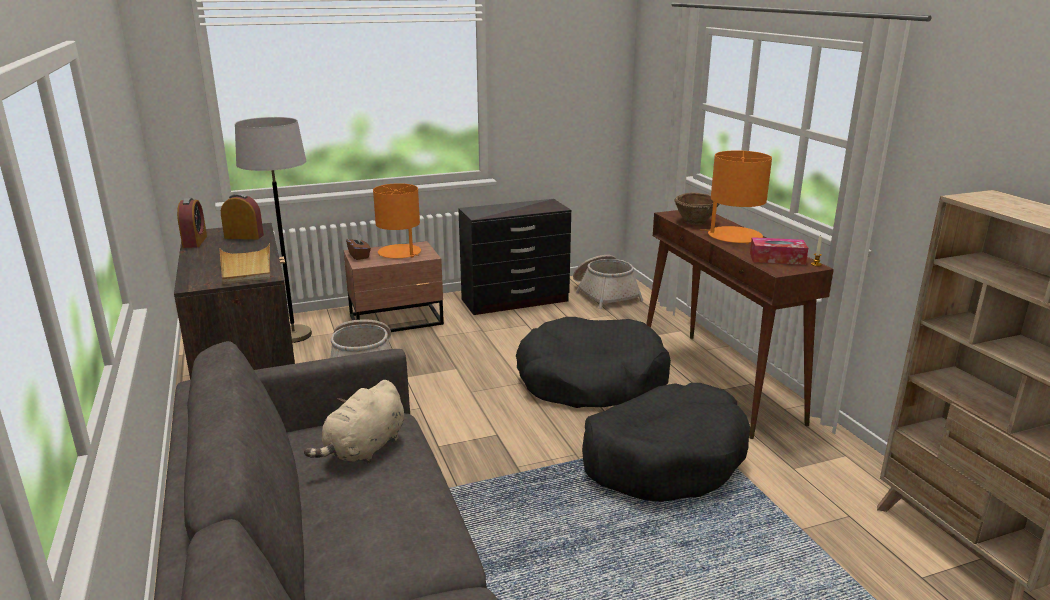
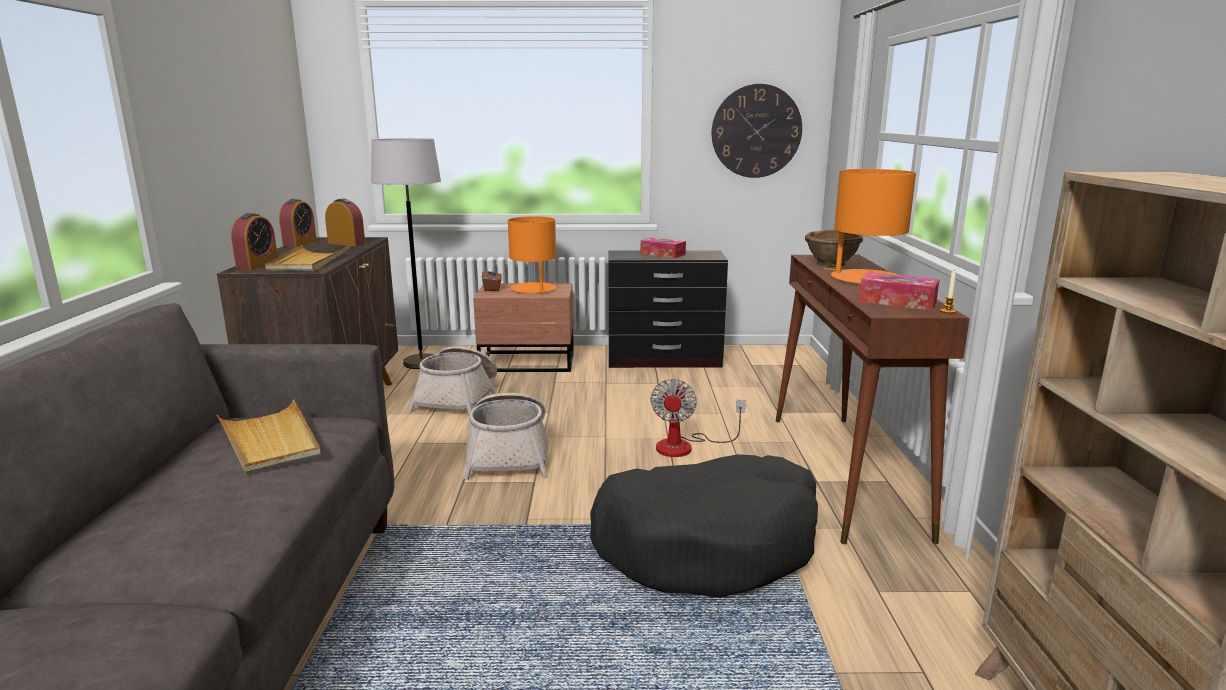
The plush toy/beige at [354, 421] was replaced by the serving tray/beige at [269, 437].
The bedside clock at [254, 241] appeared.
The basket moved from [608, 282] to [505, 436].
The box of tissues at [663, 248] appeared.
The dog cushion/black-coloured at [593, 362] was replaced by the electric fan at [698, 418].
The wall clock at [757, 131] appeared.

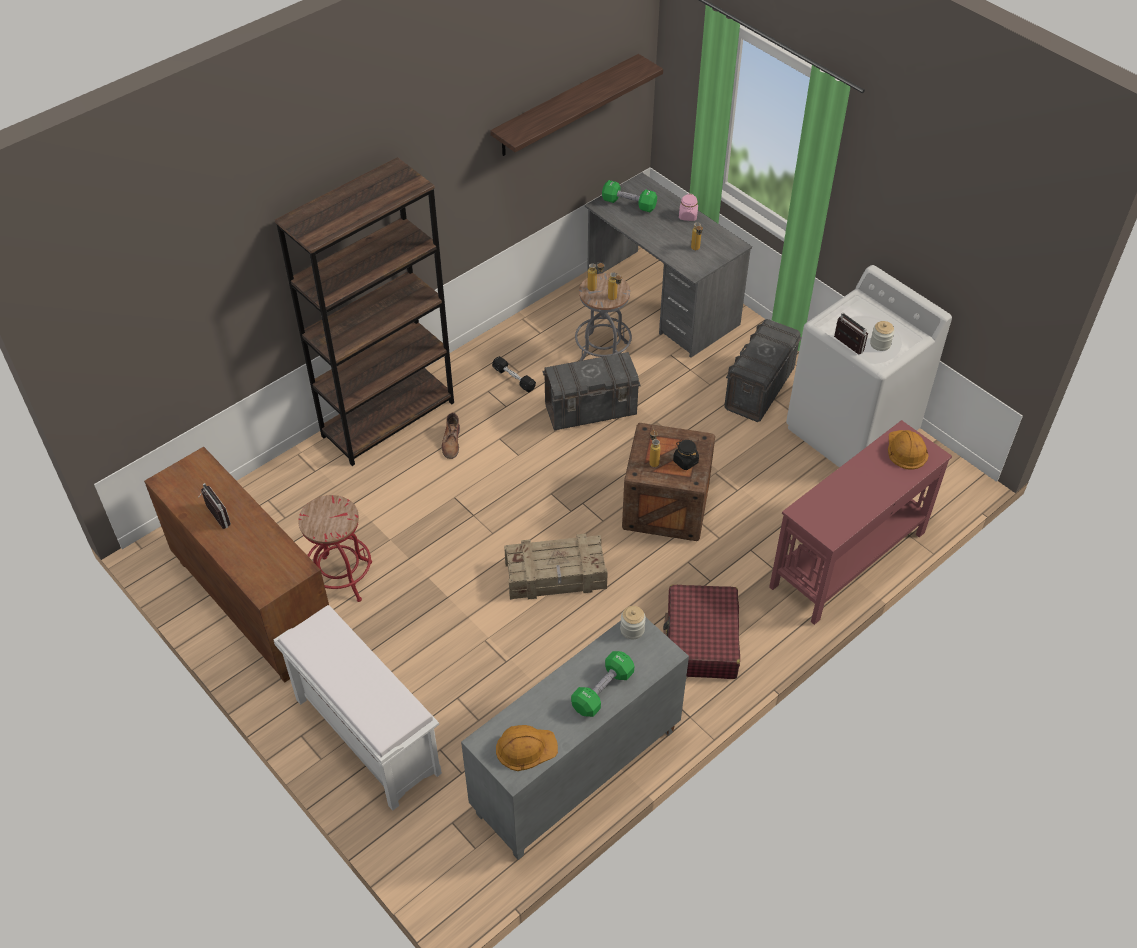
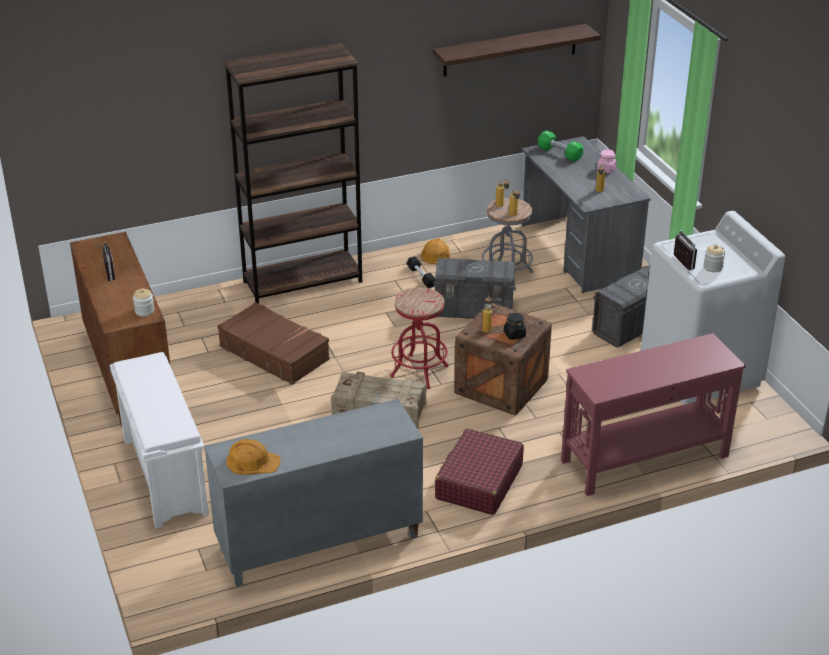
The preserve jar moved from [633, 622] to [144, 302].
The piece of luggage/brownish at [273, 343] appeared.
The sitting stool/red moved from [335, 548] to [419, 338].
The safety helmet/orangey moved from [908, 450] to [435, 251].
The tall boot/brownish at [451, 436] disappeared.
The free weight/green-coloured at [602, 684] disappeared.

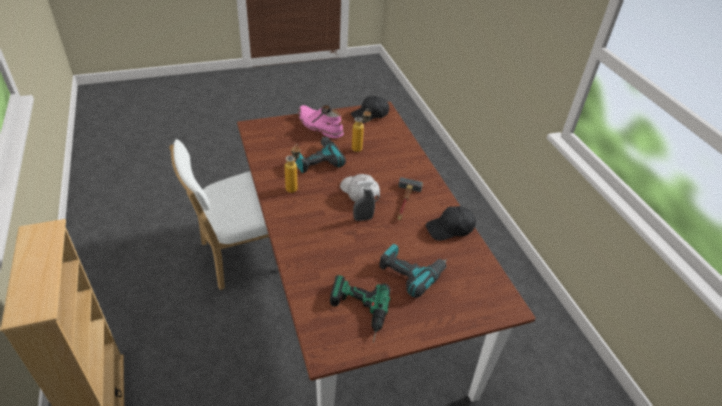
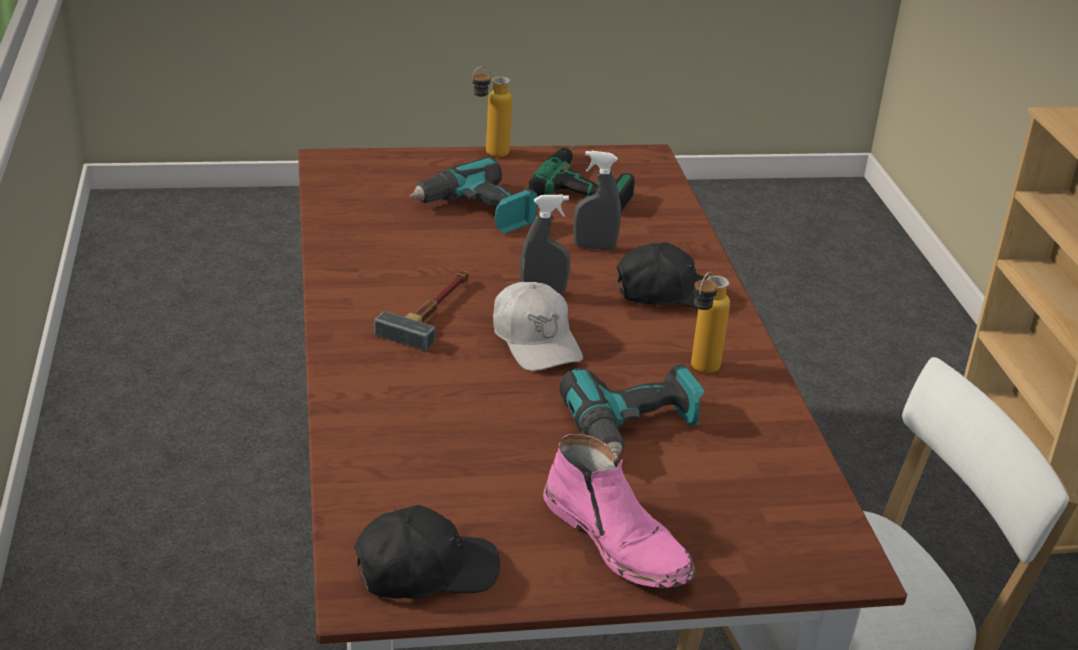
The drink bottle moved from [361, 130] to [492, 111].
The spray bottle/gray at [597, 201] appeared.
The peaked cap/black-coloured moved from [451, 223] to [662, 275].

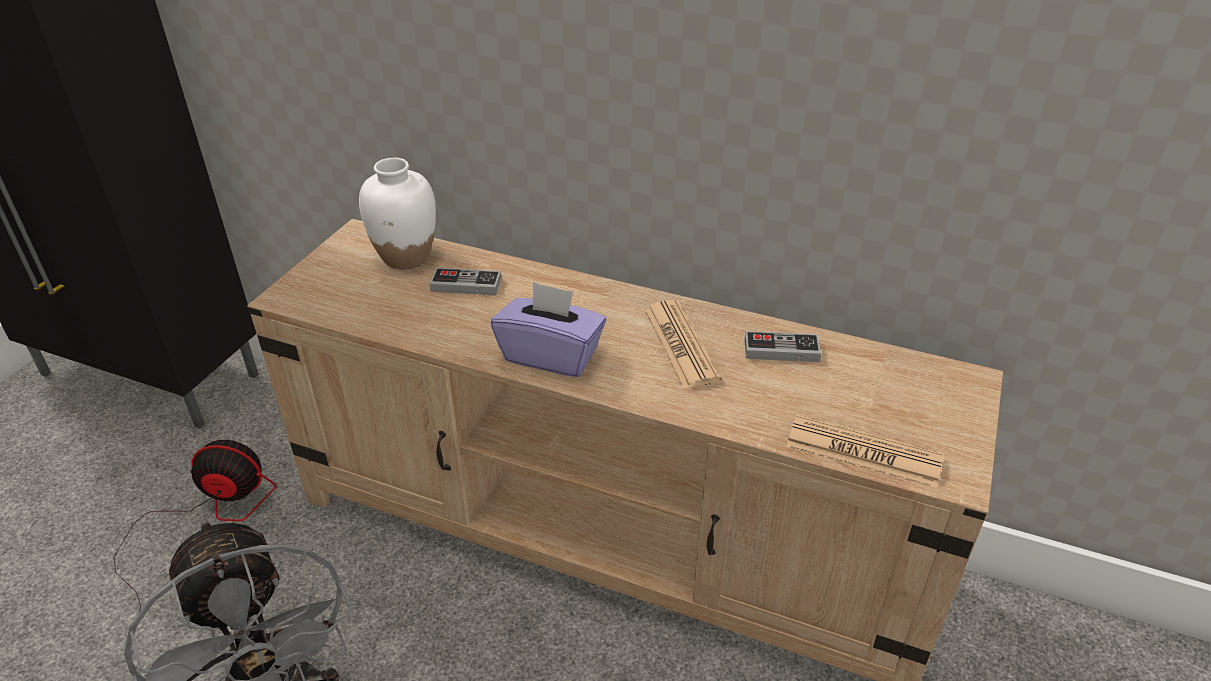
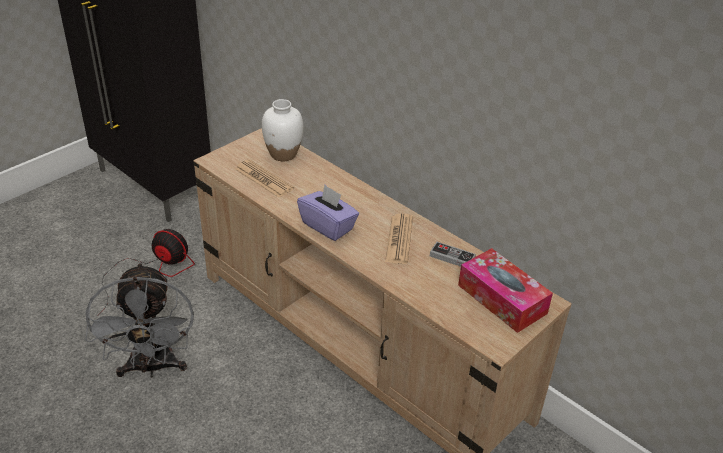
The newspaper moved from [864, 451] to [264, 178].
The box of tissues at [505, 290] appeared.
The gamepad at [465, 281] disappeared.

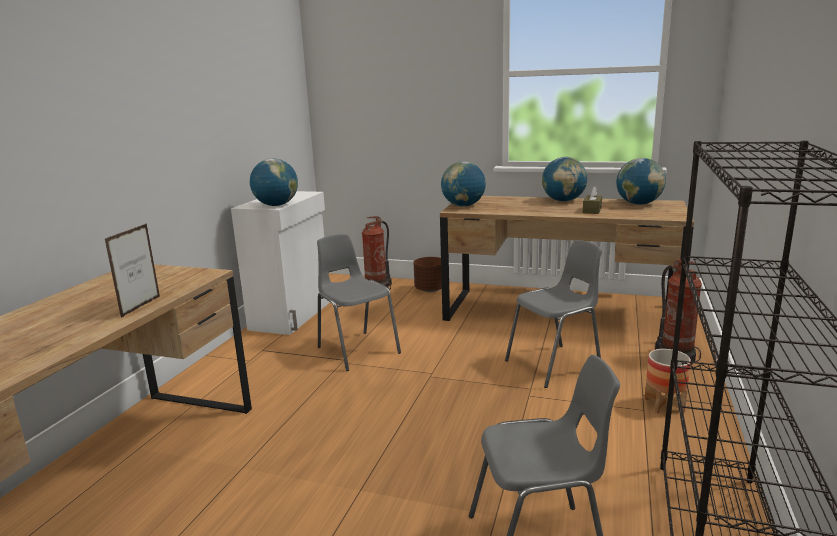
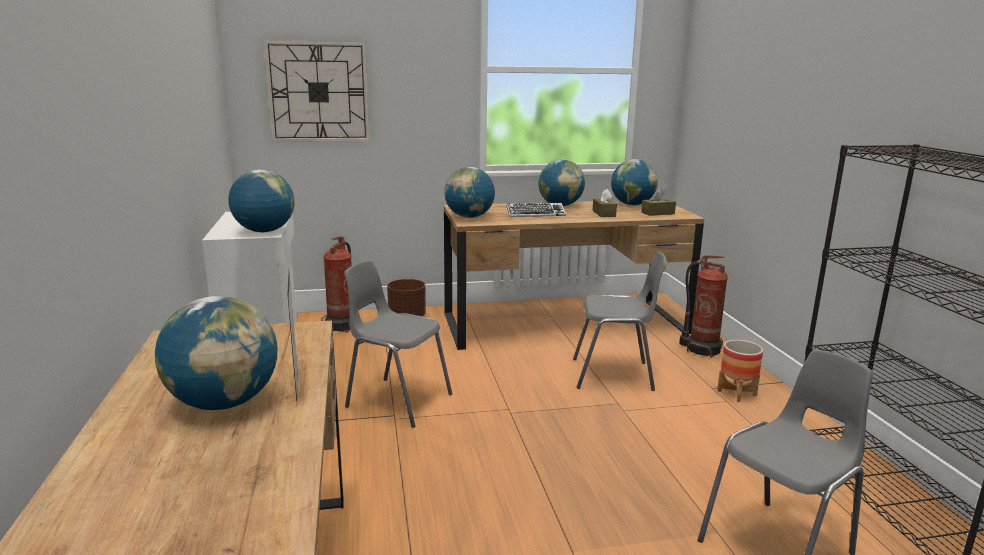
The desk globe at [216, 353] appeared.
The wall clock at [316, 91] appeared.
The keyboard at [536, 210] appeared.
The plain chair/gray at [553, 314] turned 60 degrees clockwise.
The box of tissues/brownish at [658, 202] appeared.

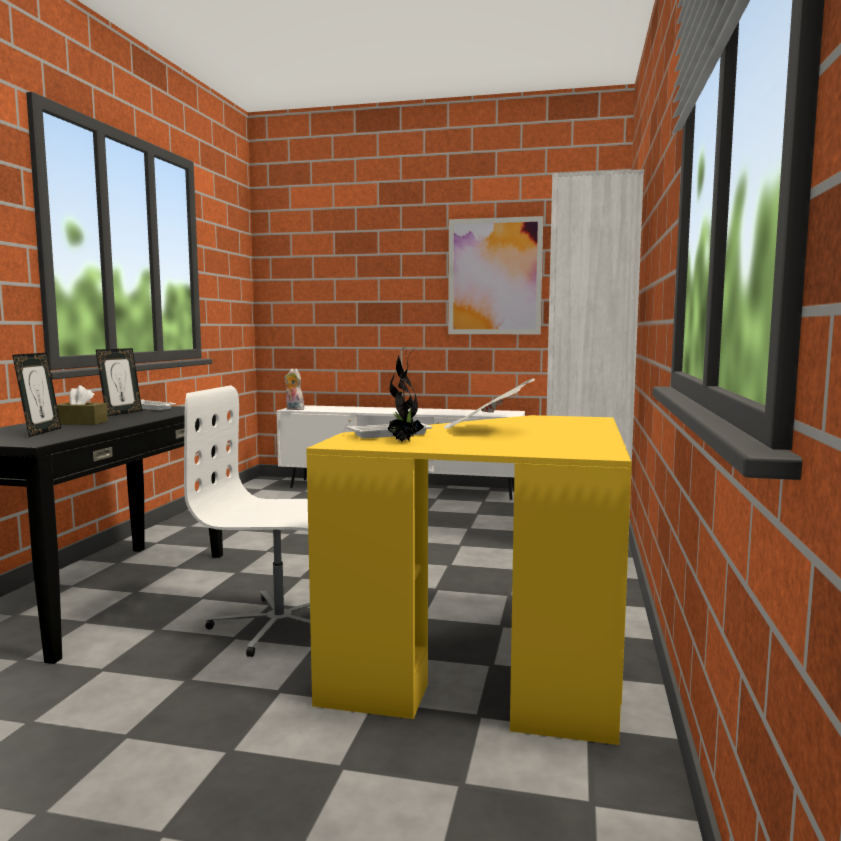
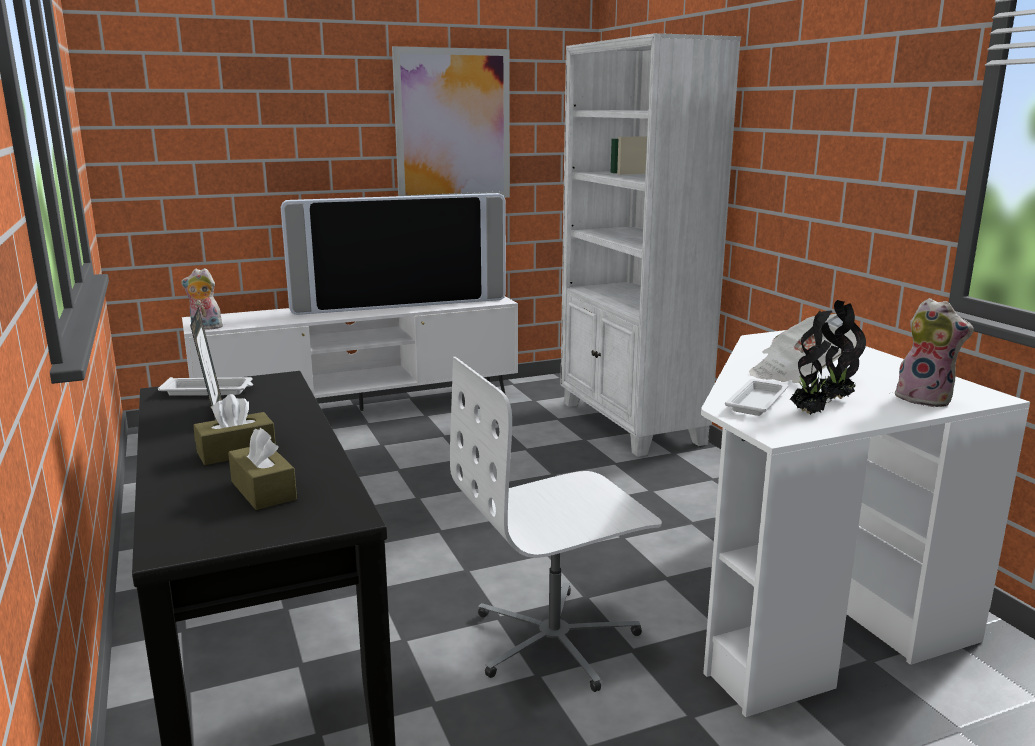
The standing frame at [36, 395] was replaced by the box of tissues/brownish at [262, 469].
The TV set at [393, 254] appeared.
The desk/yellow at [469, 580] became the desk/whitish at [865, 523].
The plant in a pot at [843, 350] appeared.
The plush toy at [934, 352] appeared.

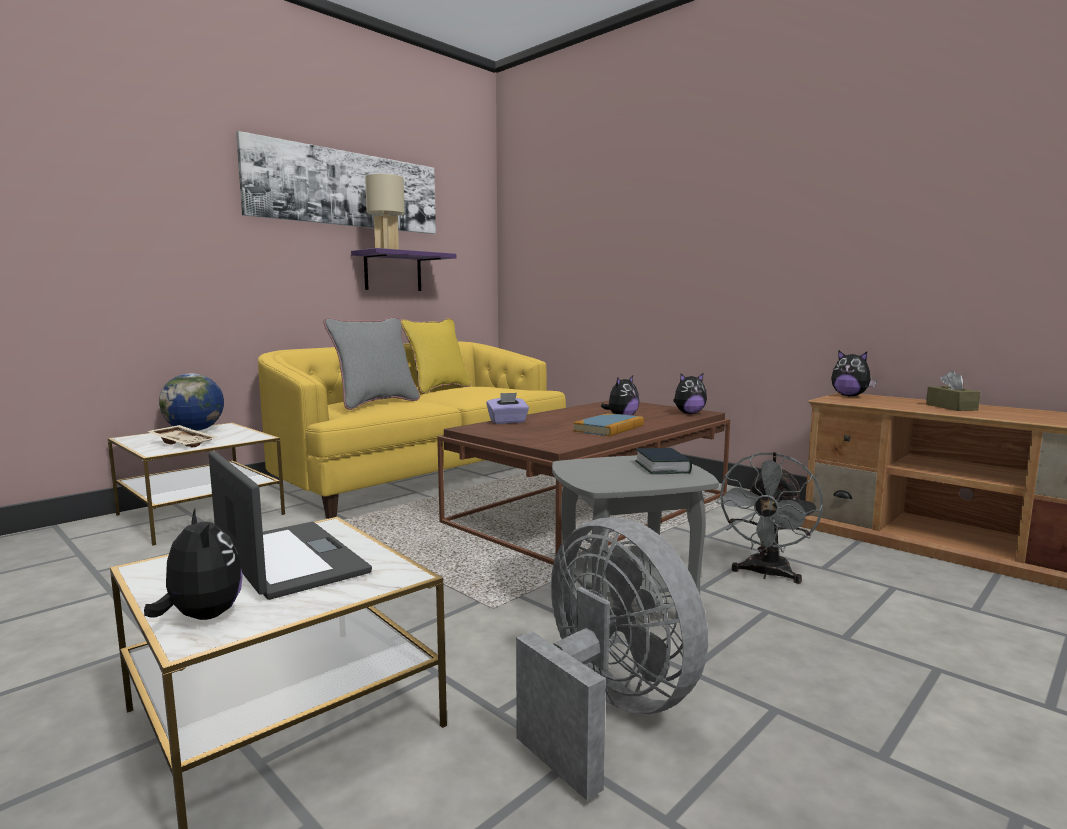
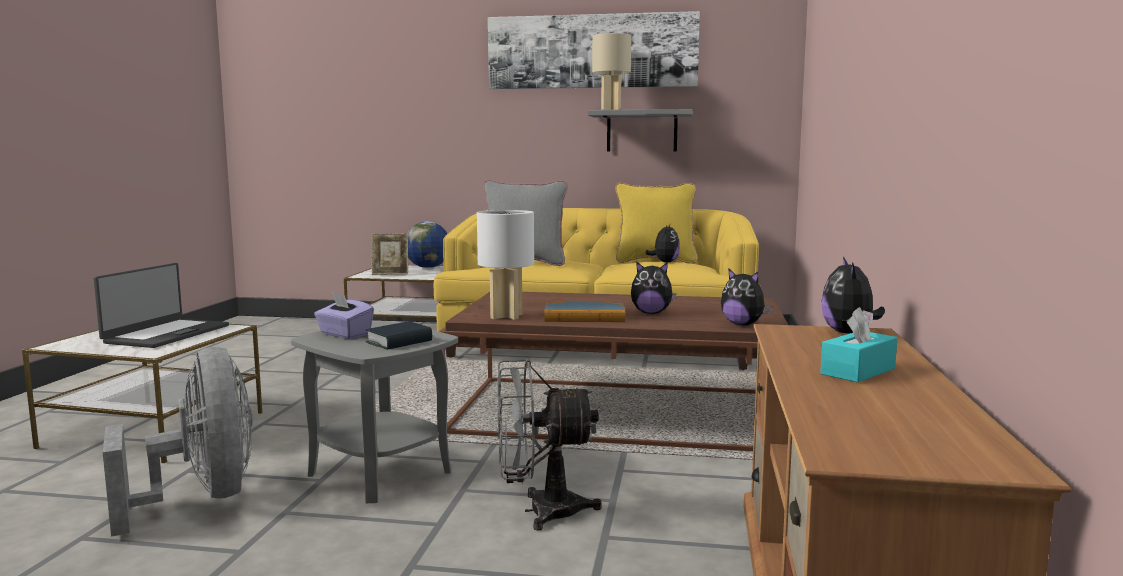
The electric fan/gray at [612, 659] turned 45 degrees counterclockwise.
The box of tissues/purple moved from [507, 408] to [344, 315].
The serving tray/beige at [182, 436] was replaced by the standing frame at [390, 254].
The lamp for a table/whitish at [505, 265] appeared.
The wall shelf/purple at [403, 269] became the wall shelf/gray at [640, 130].
The plush toy moved from [193, 564] to [662, 243].
The box of tissues/brownish at [953, 391] became the box of tissues/turquoise-coloured at [858, 345].

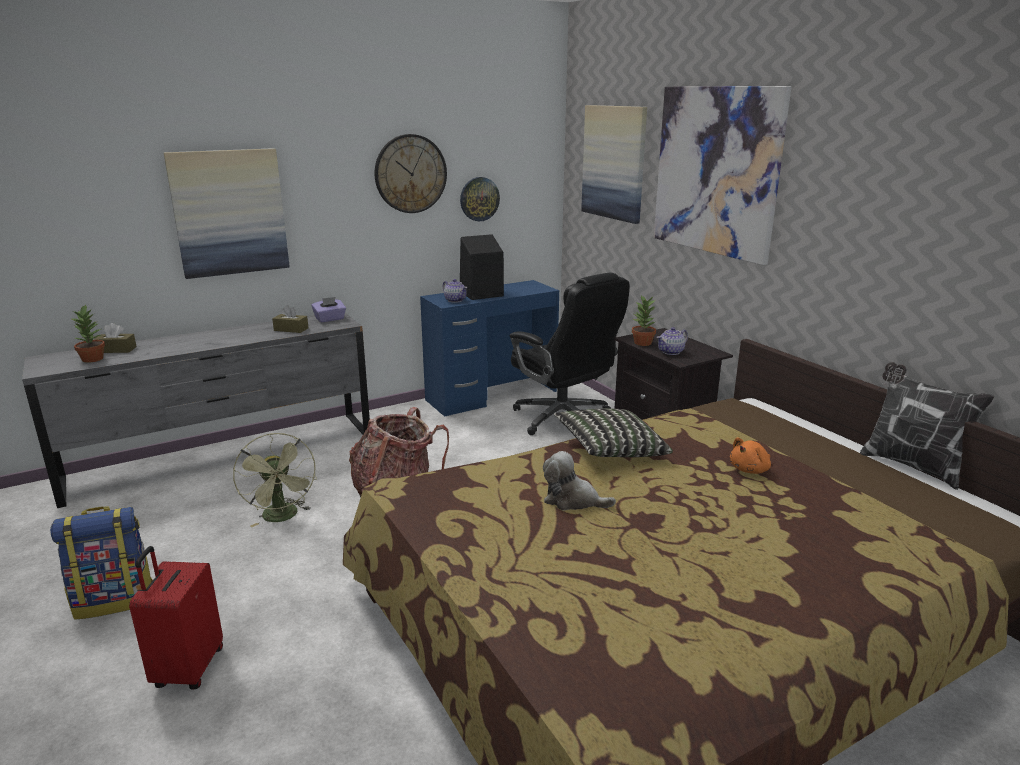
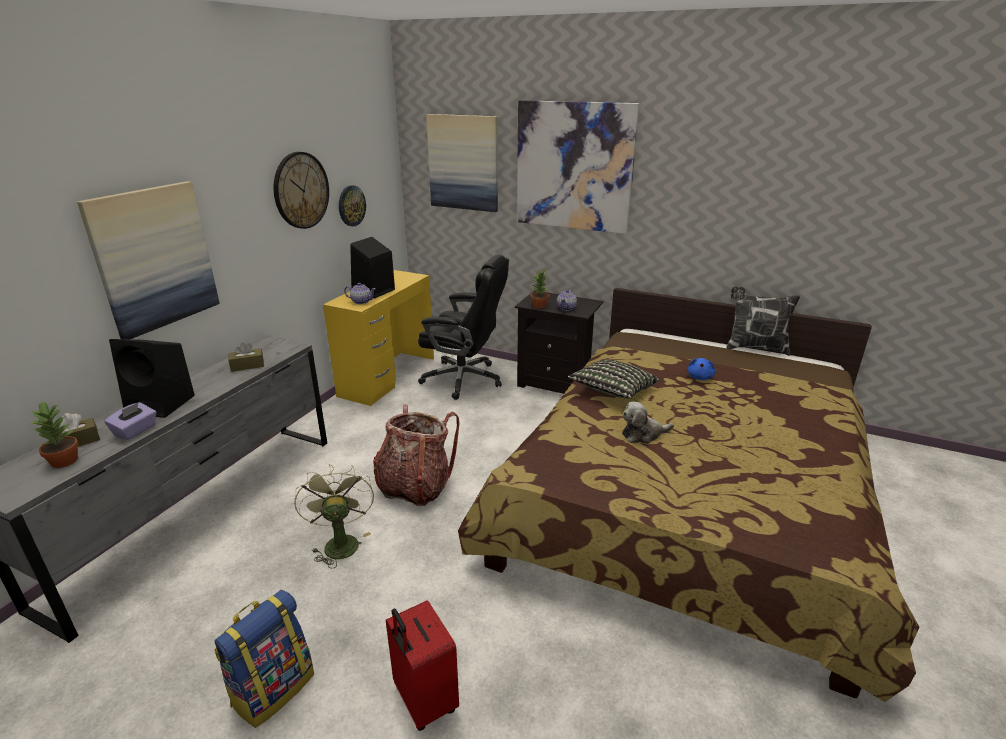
The box of tissues/purple moved from [328, 309] to [130, 421].
The speaker/black-coloured at [152, 378] appeared.
The electric fan/green-coloured at [275, 480] turned 135 degrees counterclockwise.
The desk/blue-coloured at [489, 348] became the desk/yellow at [378, 338].
The plush toy/orangey at [750, 456] became the plush toy/blue-coloured at [701, 369].

